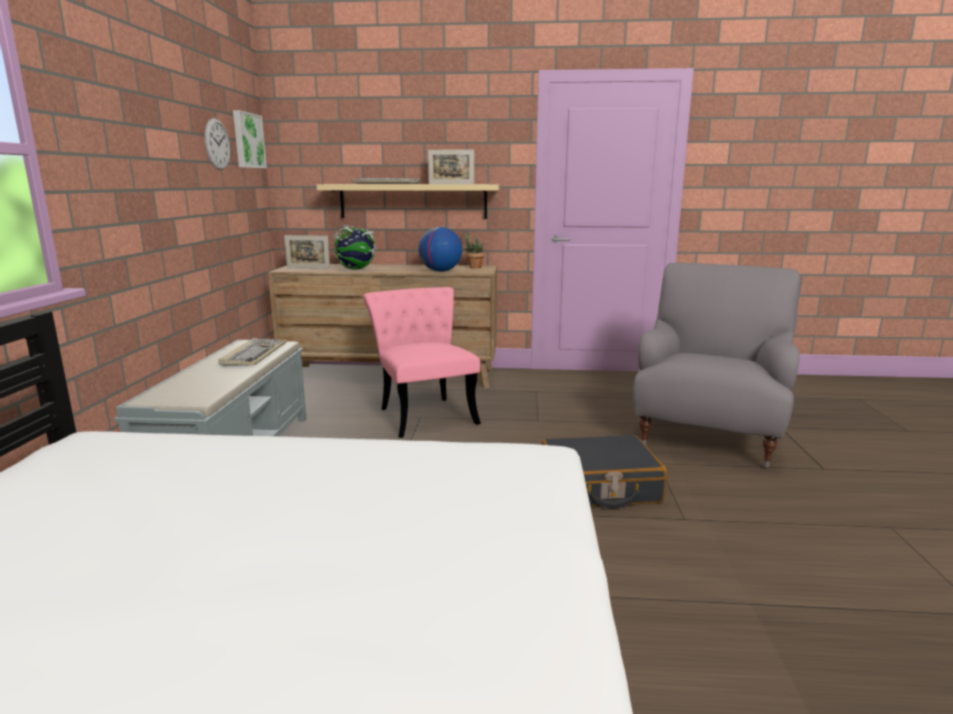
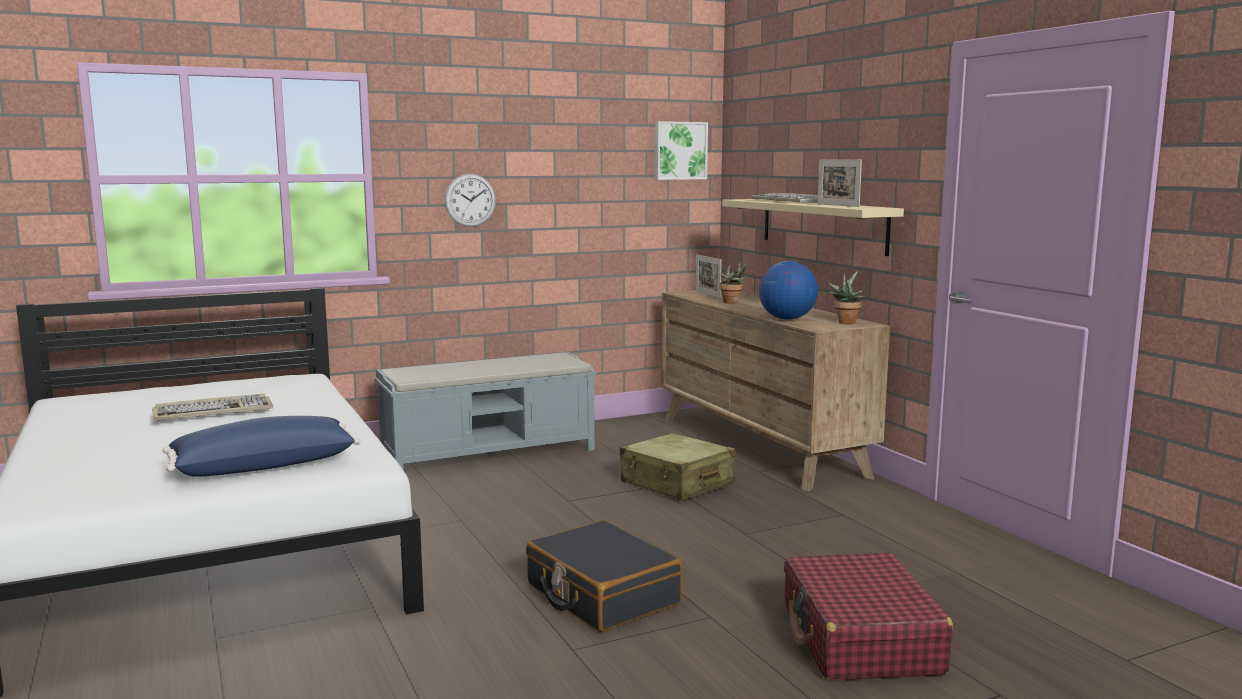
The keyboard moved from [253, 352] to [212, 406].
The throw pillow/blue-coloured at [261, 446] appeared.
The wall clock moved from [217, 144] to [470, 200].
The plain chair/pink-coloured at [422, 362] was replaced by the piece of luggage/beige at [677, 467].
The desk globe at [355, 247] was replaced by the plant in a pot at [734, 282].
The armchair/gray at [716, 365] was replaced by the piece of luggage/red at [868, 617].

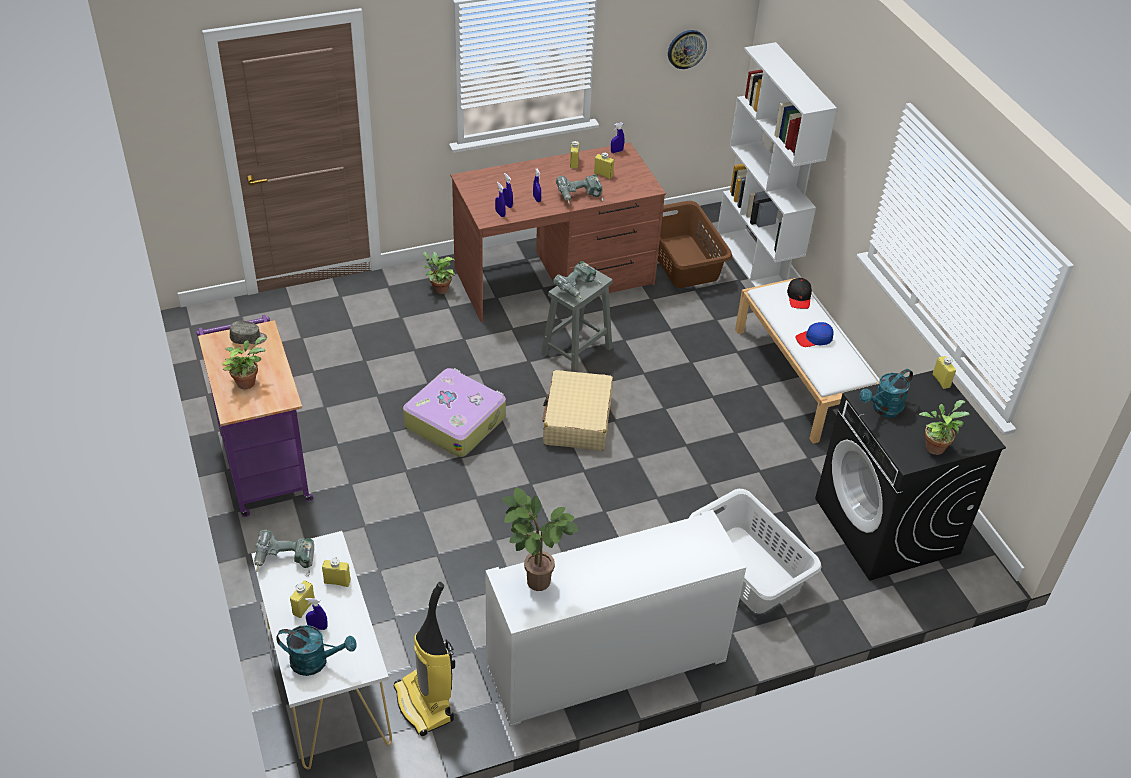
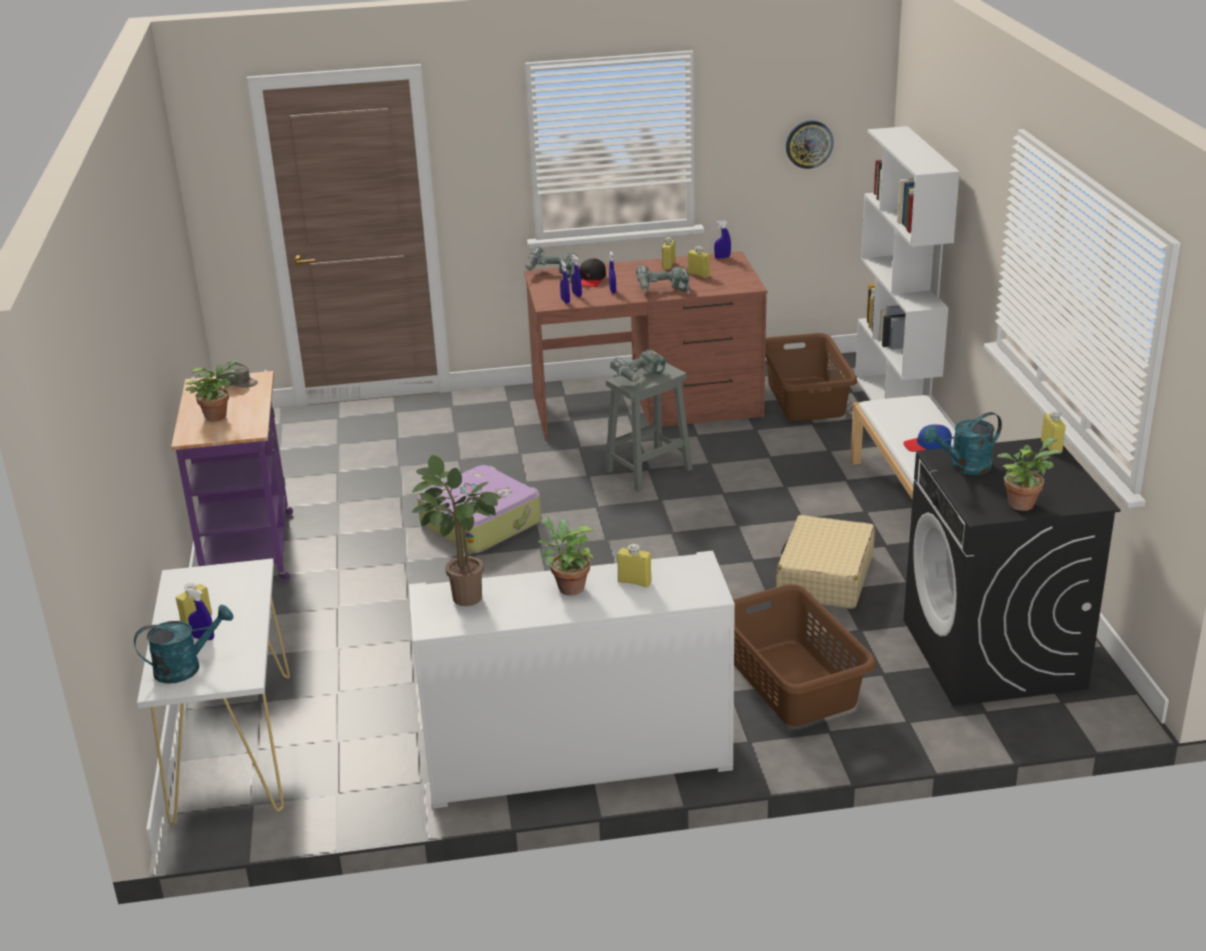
The watering can/turquoise-coloured at [316, 650] turned 45 degrees counterclockwise.
The power drill moved from [284, 553] to [551, 264].
The plant in a pot moved from [439, 272] to [566, 556].
The peaked cap/black-coloured moved from [799, 293] to [592, 272].
The drink bottle/yellow moved from [336, 572] to [634, 565].
The hamper/whitish at [755, 551] became the hamper/brownish at [805, 655].
The piece of luggage/beige moved from [577, 410] to [825, 562].
The vacuum cleaner at [424, 659] disappeared.

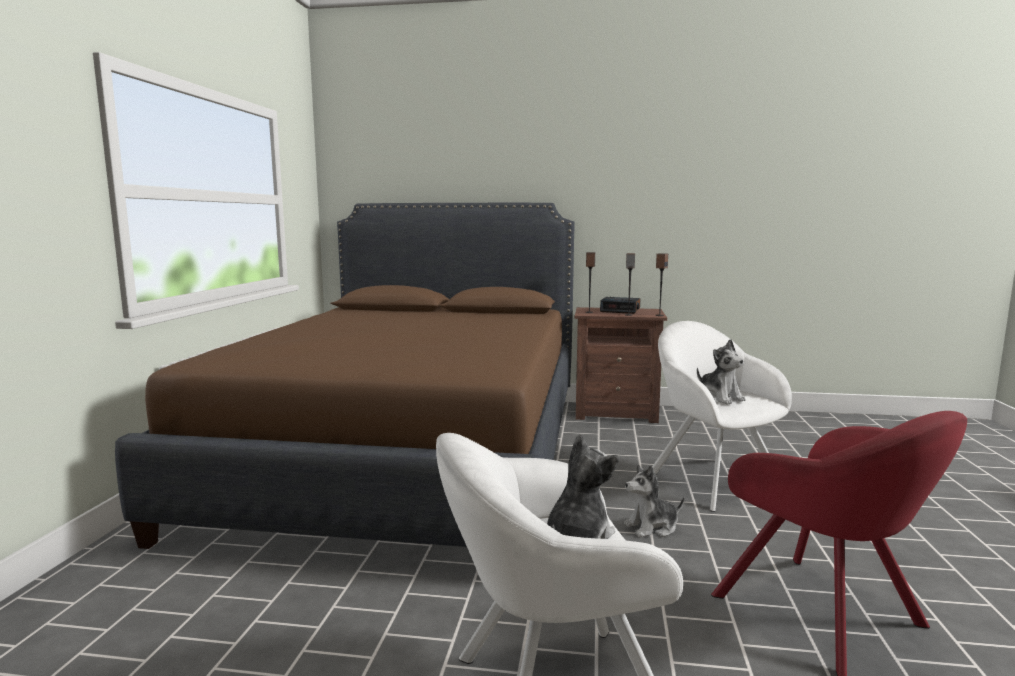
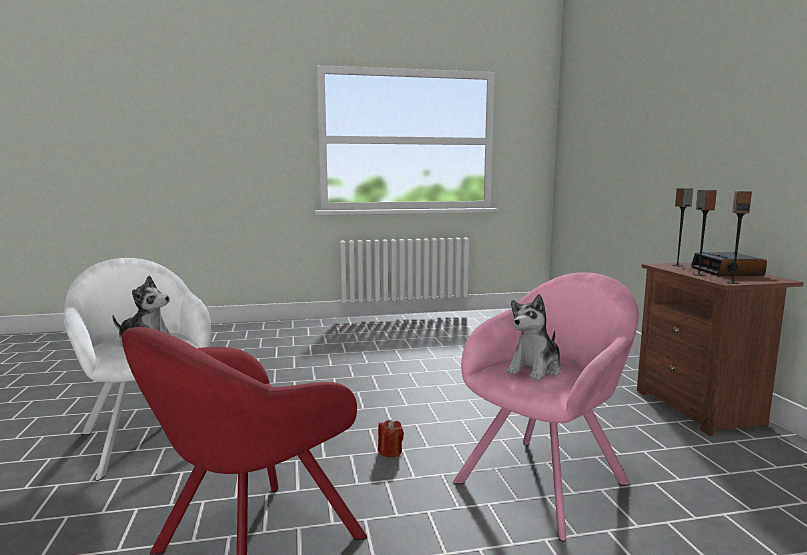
The plush toy at [654, 501] was replaced by the wax light/red at [391, 438].
The armchair/whitish at [722, 416] became the armchair/pink-coloured at [546, 407].
The bedroom bed/brownish at [345, 376] disappeared.

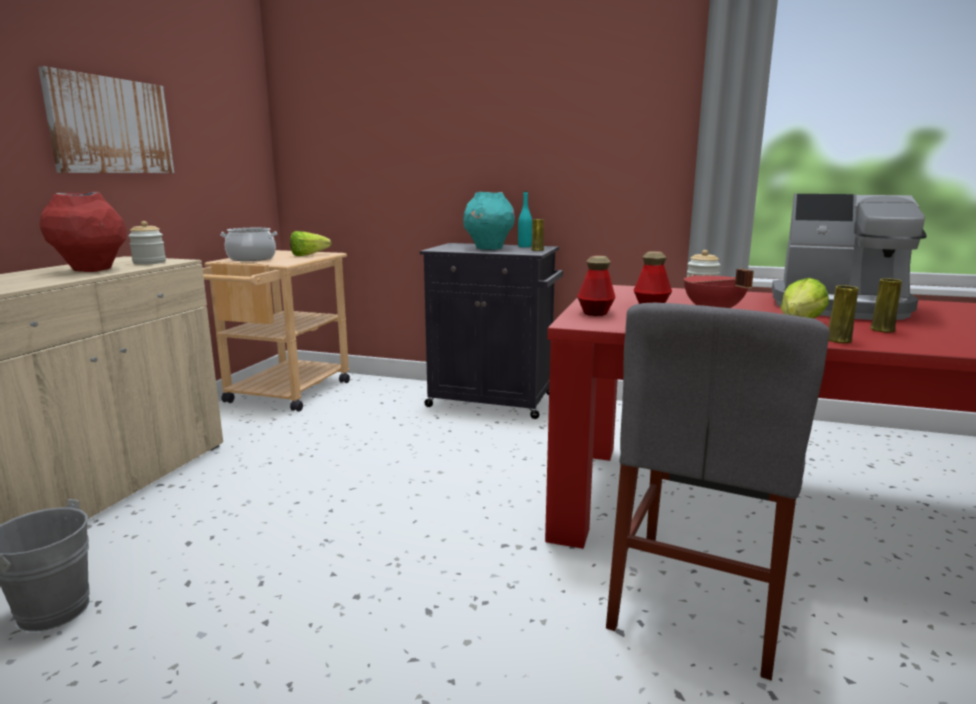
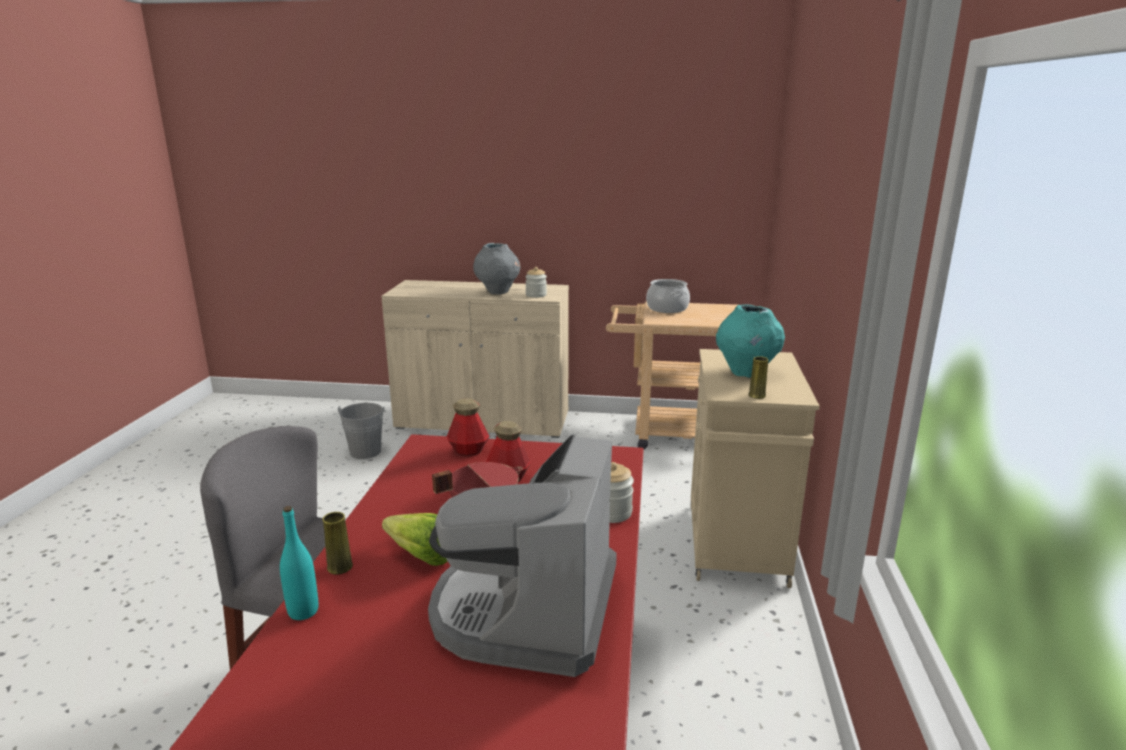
The drink bottle/turquoise-coloured moved from [525, 219] to [299, 563].
The vase/red at [83, 232] became the vase/gray at [496, 268].
The cabinet/black-coloured at [491, 331] became the cabinet/beige at [755, 468].
The wall picture at [106, 119] disappeared.
The lettuce head at [310, 243] disappeared.
The vase/yellow at [886, 305] disappeared.

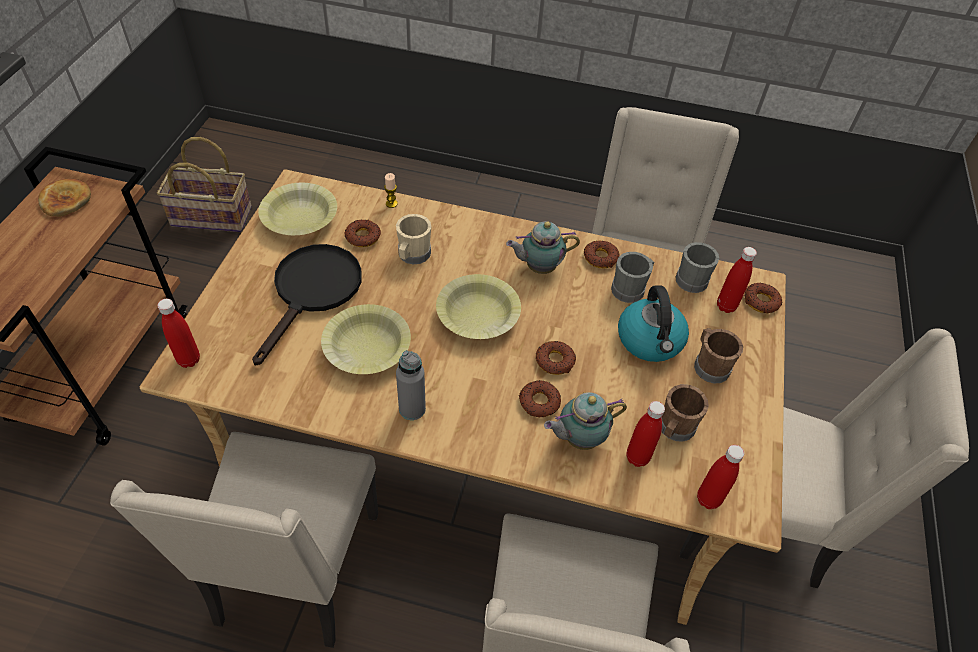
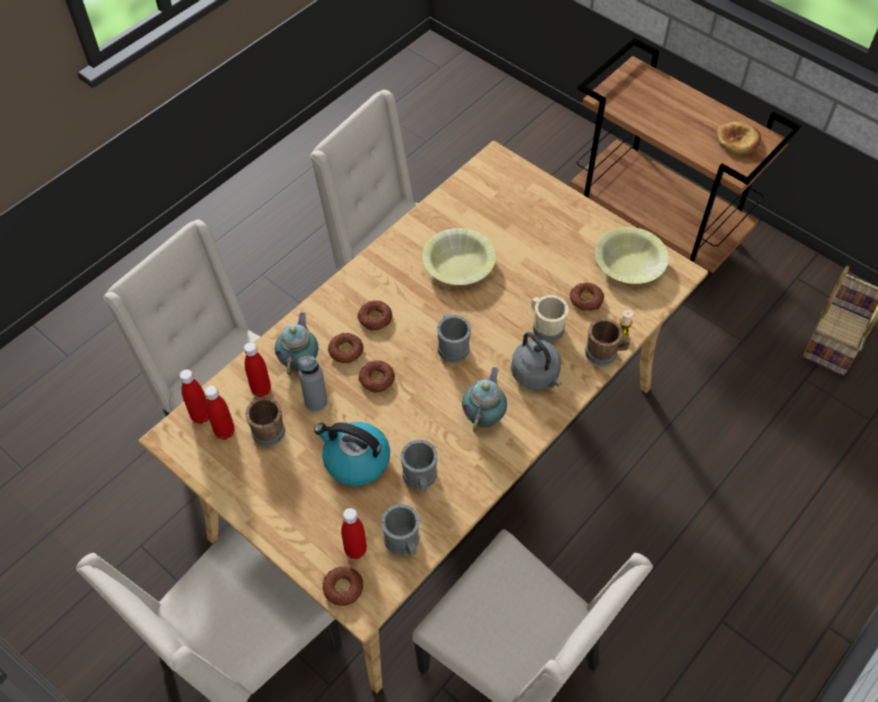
The drink bottle/red moved from [178, 333] to [219, 413].
The drink bottle/gray moved from [411, 385] to [313, 383].
The doughnut moved from [602, 254] to [374, 315].
The deep dish/yellow at [478, 306] was replaced by the mug/gray at [454, 338].
The tea kettle/gray at [536, 361] appeared.
The mug/brownish moved from [718, 355] to [607, 342].
The frying pan/black-coloured at [307, 305] disappeared.

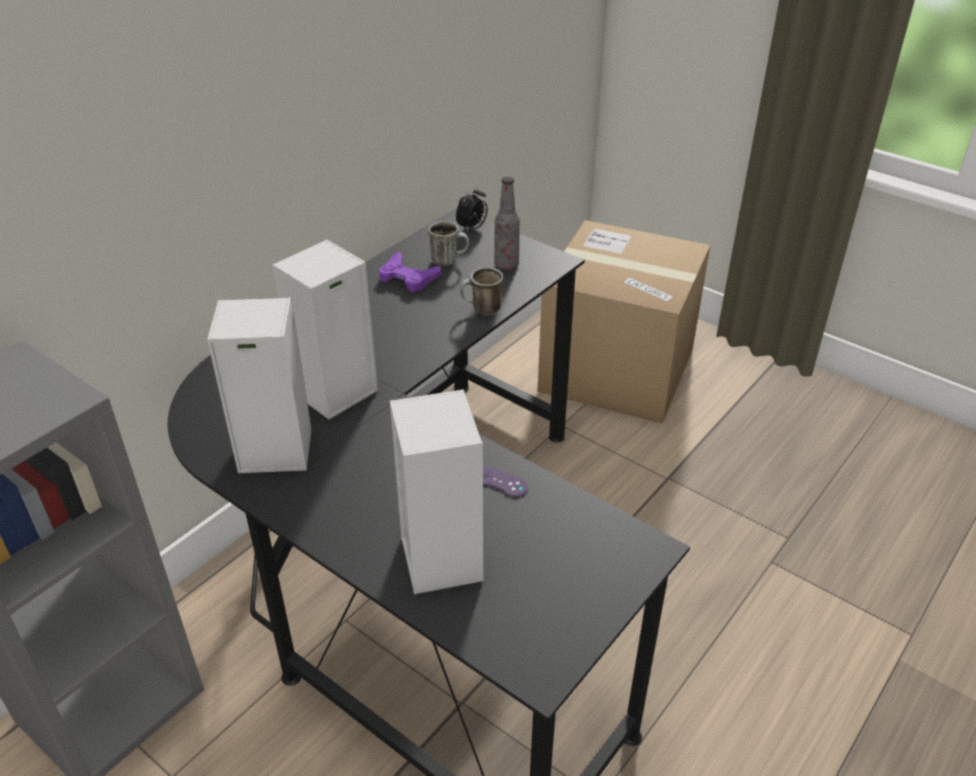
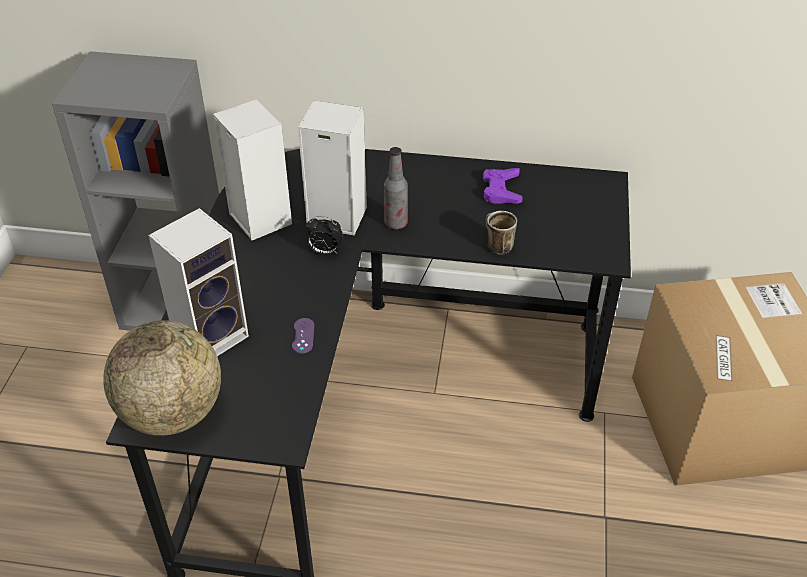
The desk globe at [162, 378] appeared.
The bedside clock moved from [472, 209] to [324, 235].
The drink bottle moved from [507, 223] to [396, 188].
The mug at [448, 243] disappeared.

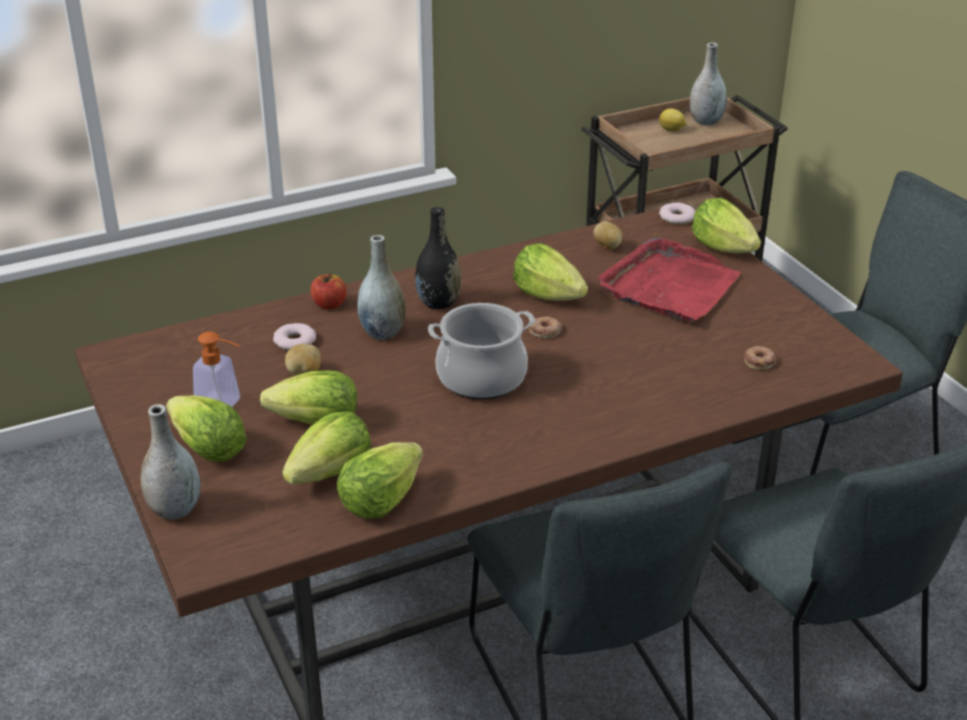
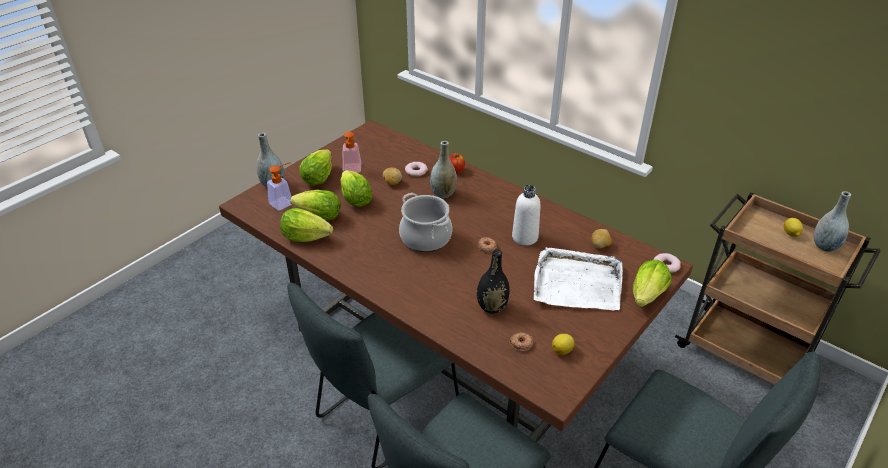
The soap bottle at [279, 186] appeared.
The vase/black-coloured moved from [438, 258] to [493, 281].
The lettuce head at [550, 272] was replaced by the drink bottle/whitish at [526, 215].
The serving tray/red at [669, 280] became the serving tray/whitish at [578, 278].
The whole lemon at [563, 344] appeared.

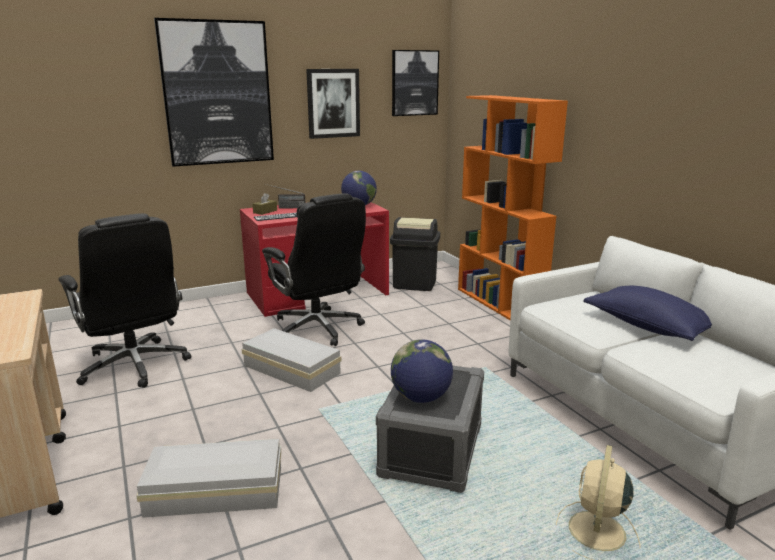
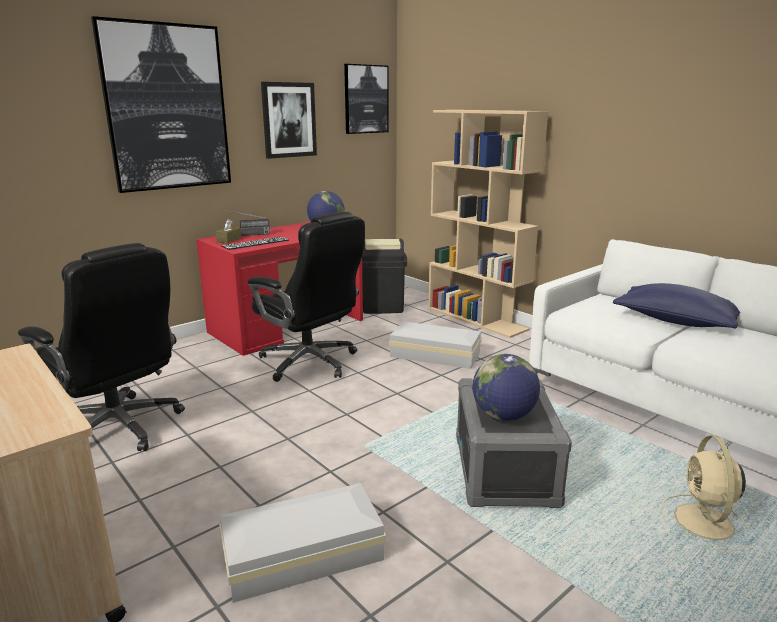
The storage box/whitish moved from [291, 360] to [435, 345].
The bookcase/orangey at [513, 207] became the bookcase/beige at [488, 224].

